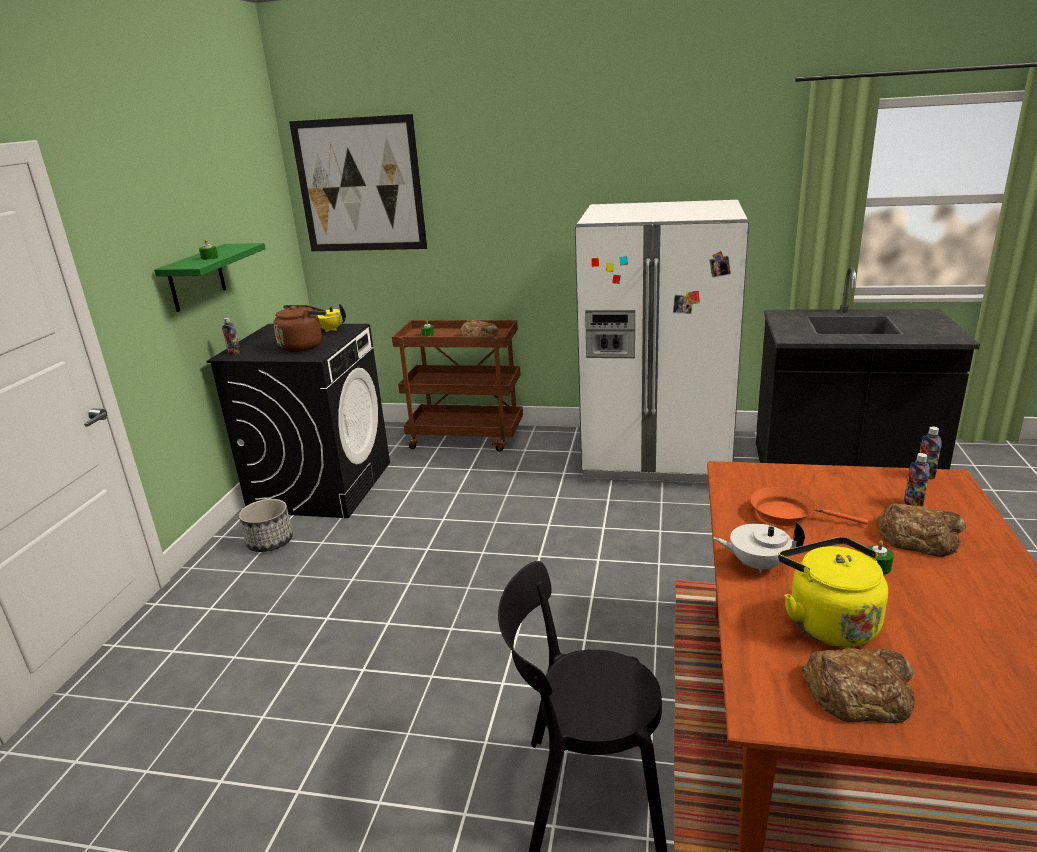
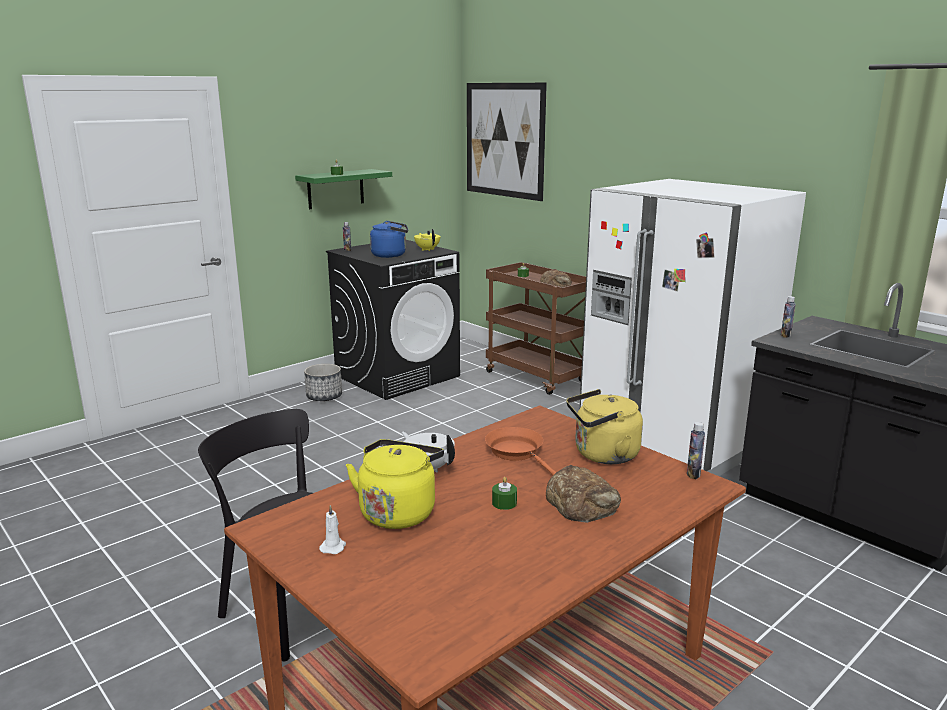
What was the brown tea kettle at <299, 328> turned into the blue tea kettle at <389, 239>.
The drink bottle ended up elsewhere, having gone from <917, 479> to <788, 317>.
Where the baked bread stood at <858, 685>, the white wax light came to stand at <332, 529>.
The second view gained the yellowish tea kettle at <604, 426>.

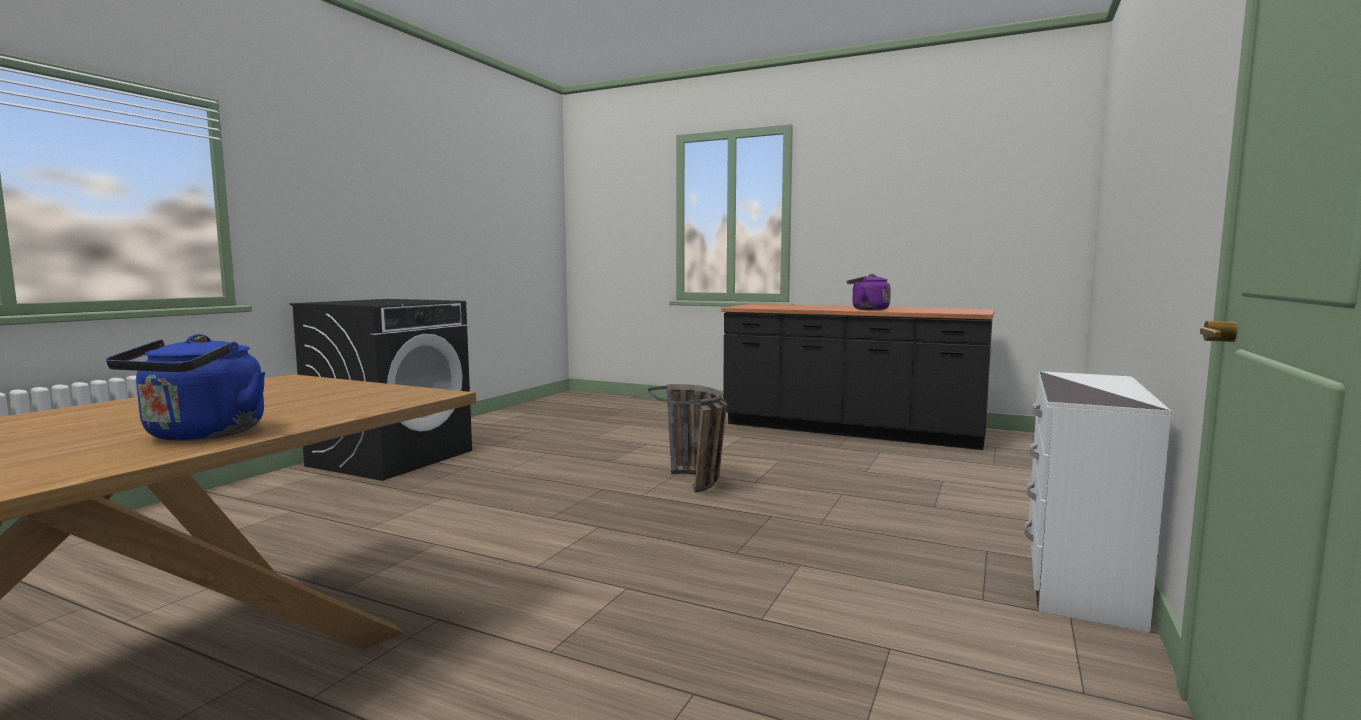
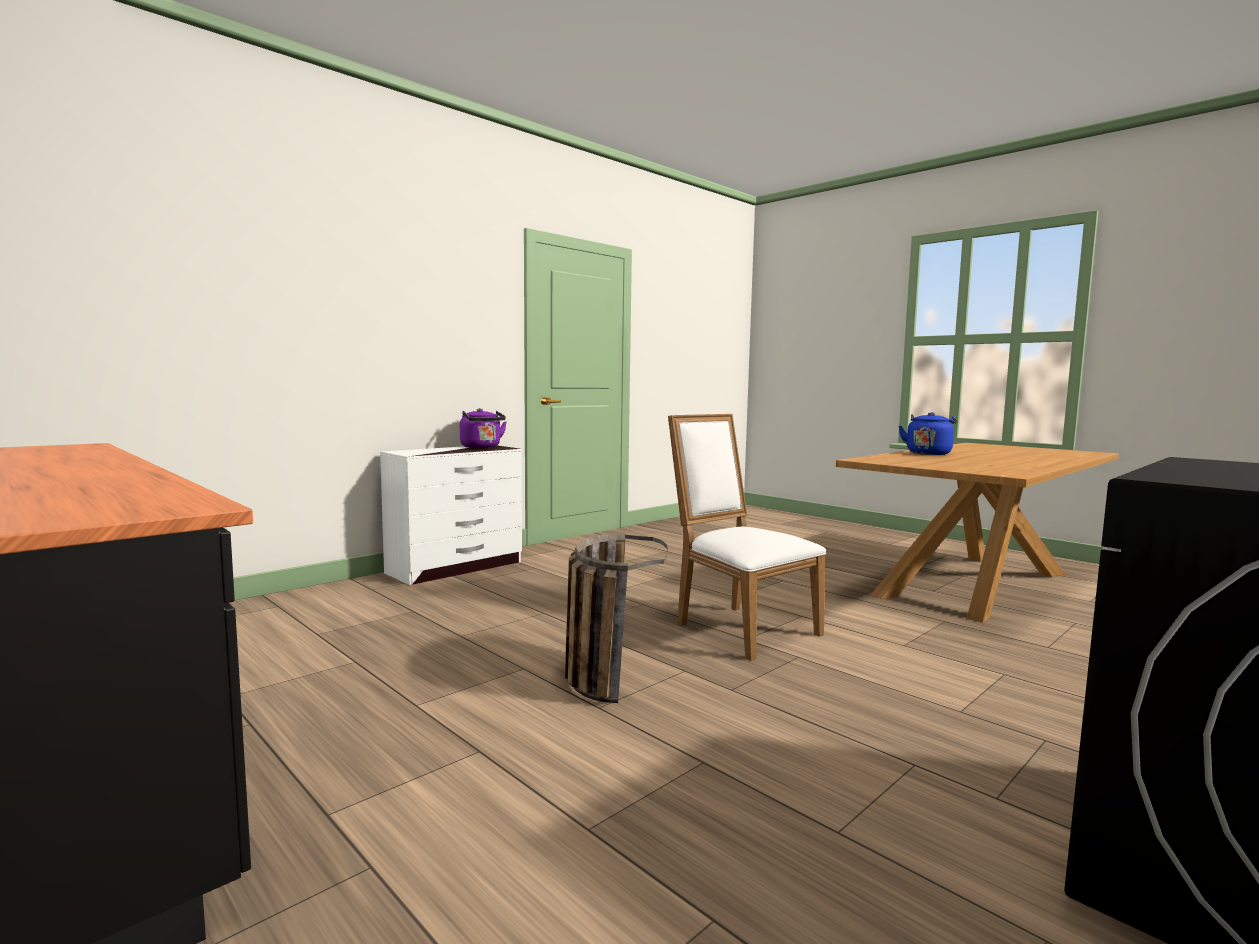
The purplish tea kettle ended up elsewhere, having gone from <869, 292> to <483, 428>.
The second view gained the white upright chair at <747, 537>.

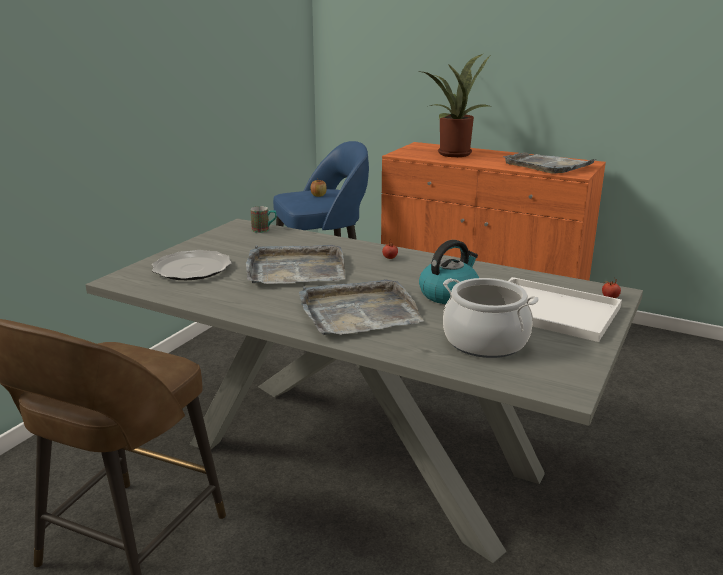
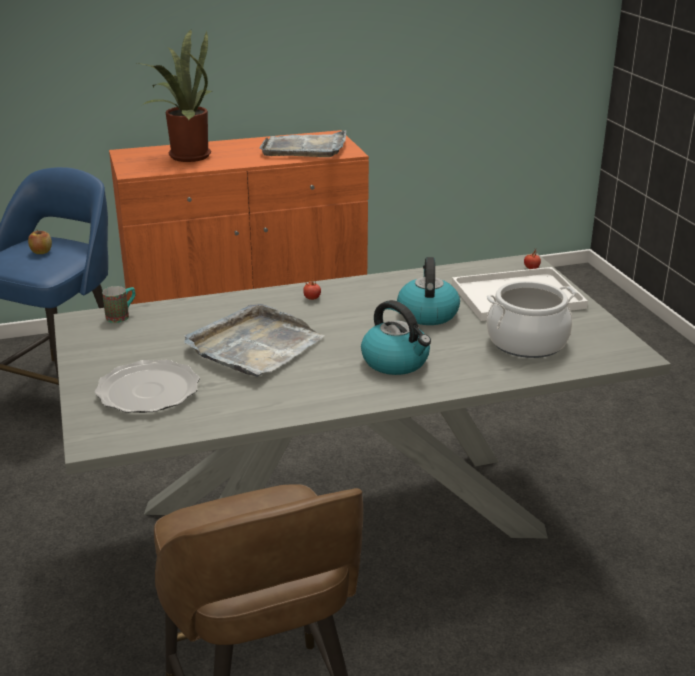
Where the gray carrying tray stood at <361, 307>, the tea kettle came to stand at <396, 337>.

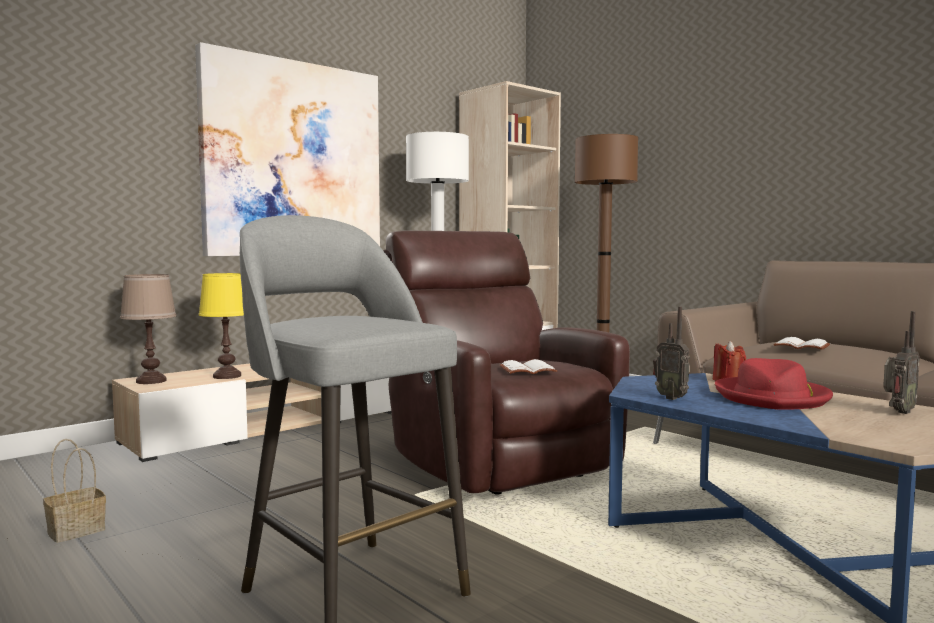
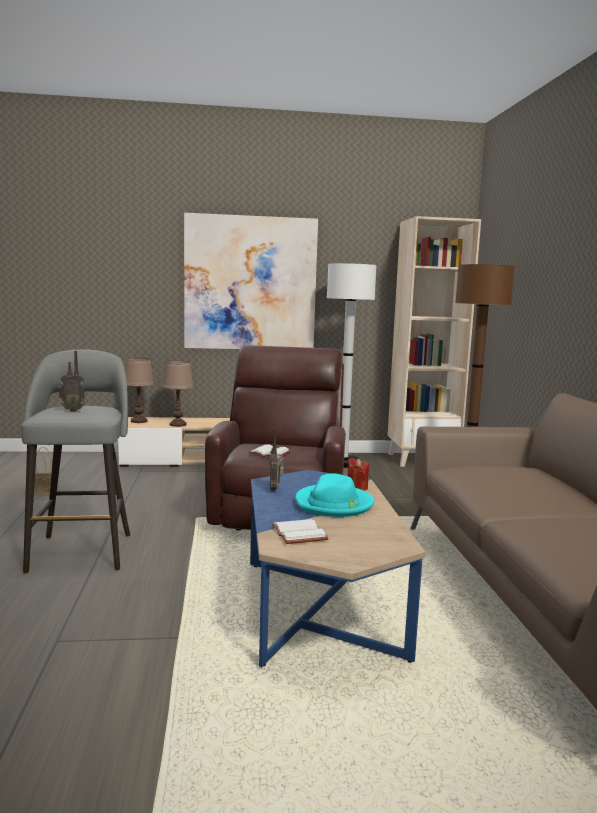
What was the yellowish table lamp at <221, 326> turned into the brown table lamp at <178, 393>.
The radio receiver ended up elsewhere, having gone from <901, 362> to <71, 381>.
The white book ended up elsewhere, having gone from <801, 343> to <300, 531>.
What was the red wearable hat at <774, 384> turned into the blue-green wearable hat at <334, 495>.

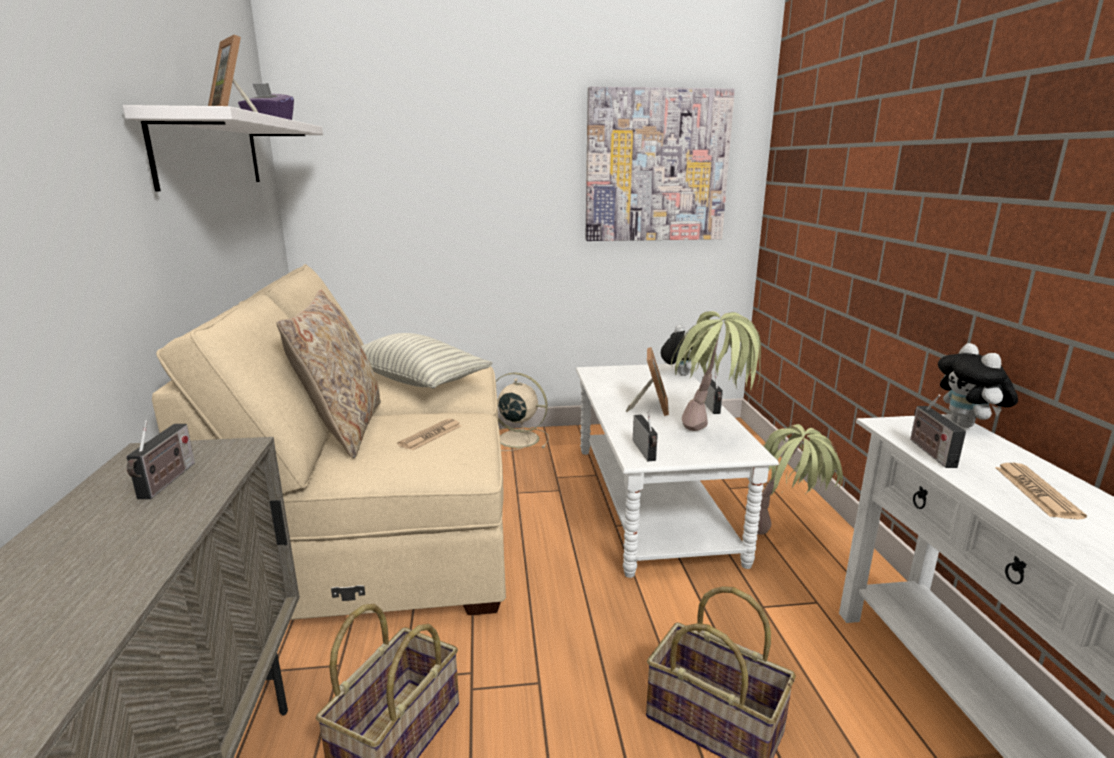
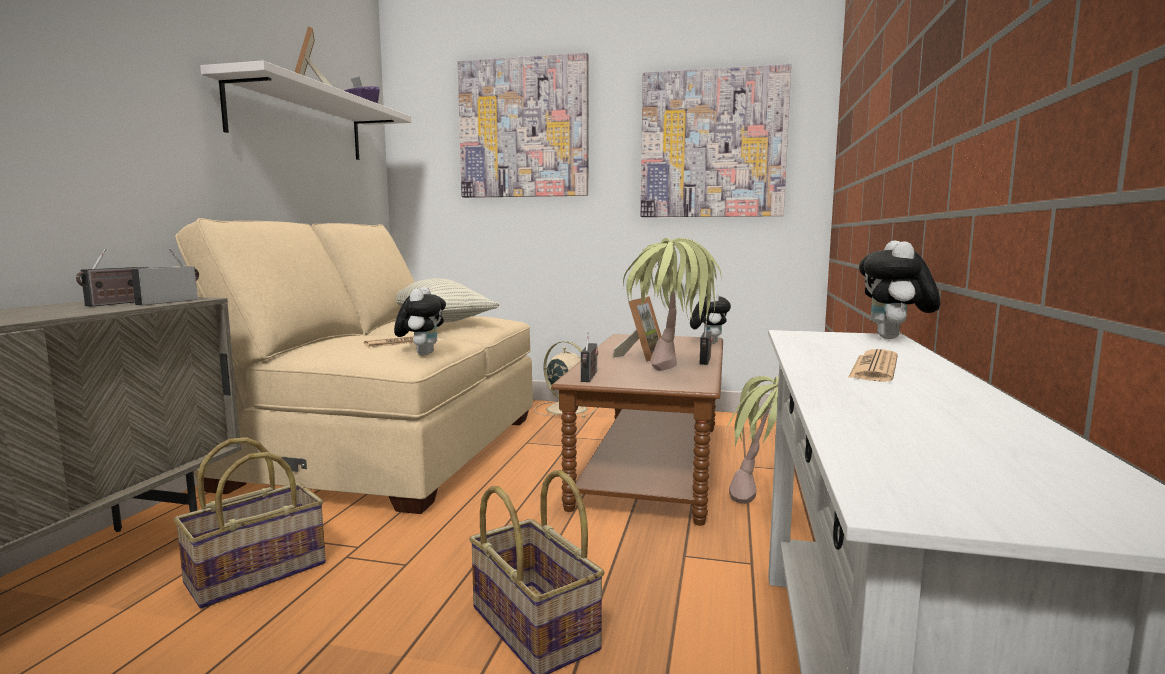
The second view lost the beige cushion at <328, 374>.
What was the white coffee table at <677, 471> turned into the brown coffee table at <637, 430>.
The radio receiver ended up elsewhere, having gone from <938, 431> to <165, 276>.
The second view gained the wall art at <523, 125>.
The second view gained the cuddly toy at <420, 321>.

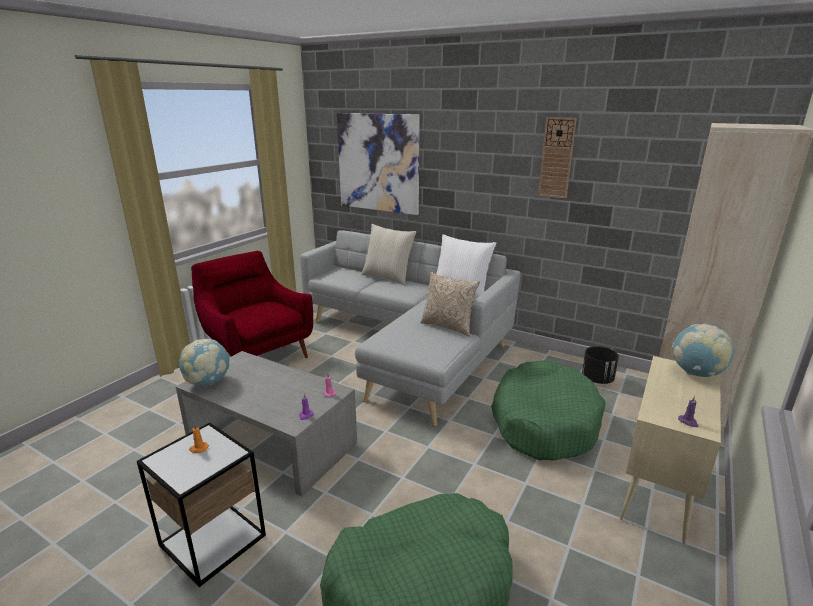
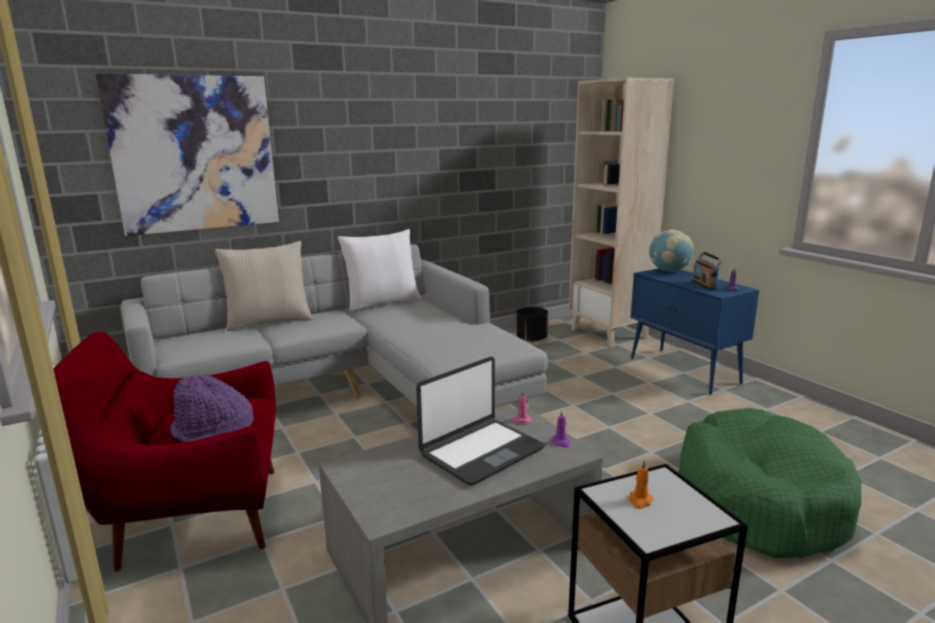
The second view lost the hanging clock at <557, 157>.
The second view lost the cushion at <450, 304>.
The second view lost the globe at <204, 362>.
What was the beige storage cabinet at <670, 449> turned into the blue storage cabinet at <695, 331>.
The second view lost the green-coloured pet bed at <548, 410>.
The second view gained the radio receiver at <707, 270>.
The second view gained the notebook computer at <480, 421>.
The second view gained the purplish wearable hat at <212, 408>.

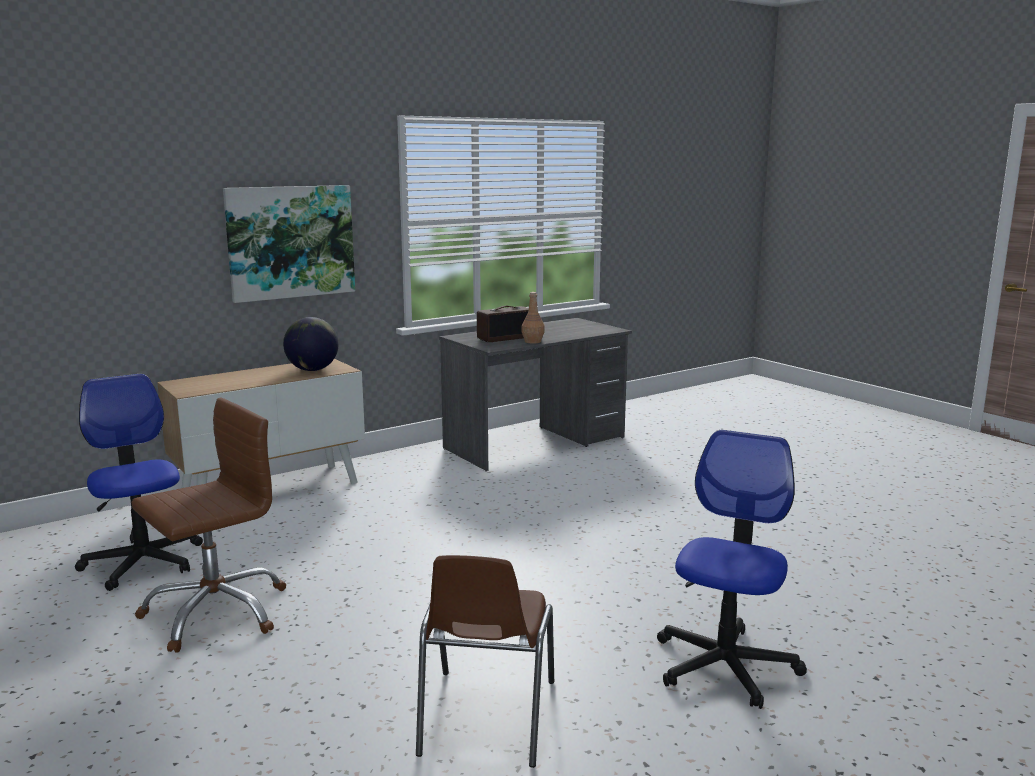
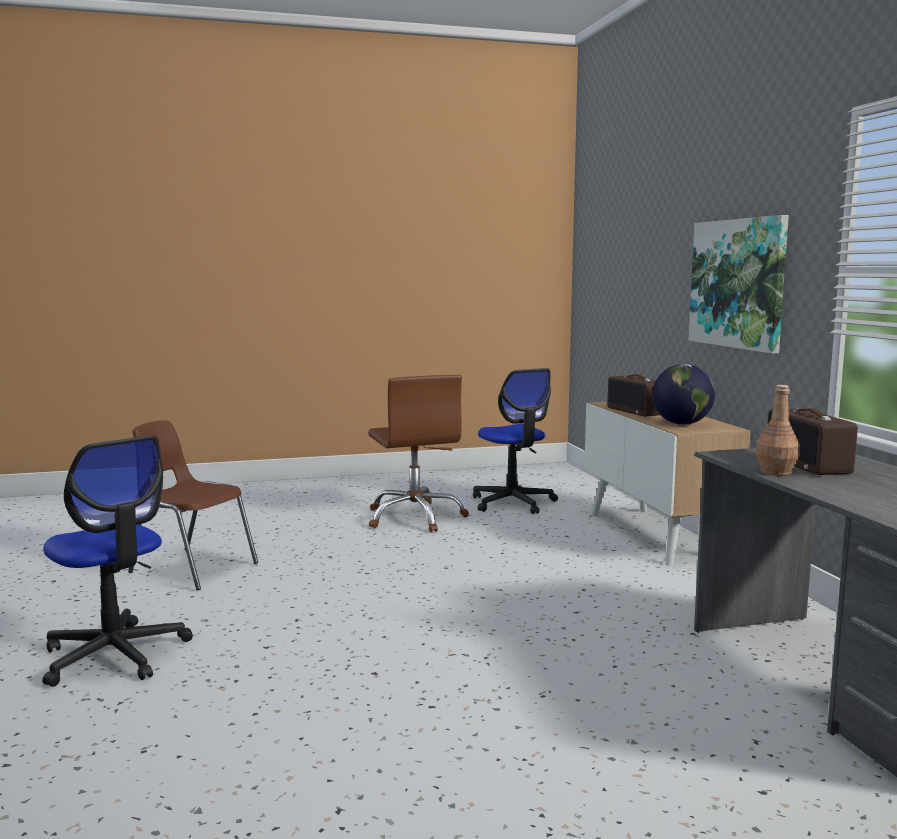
The desk chair at <139, 482> ended up facing another way, 75 degrees clockwise from before.
The second view gained the radio receiver at <634, 395>.

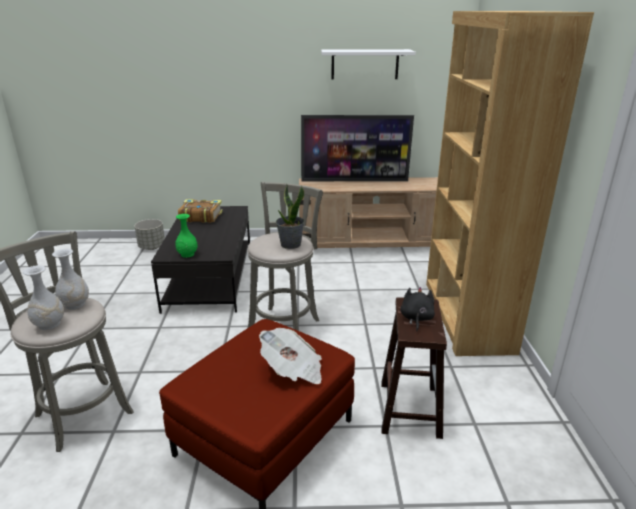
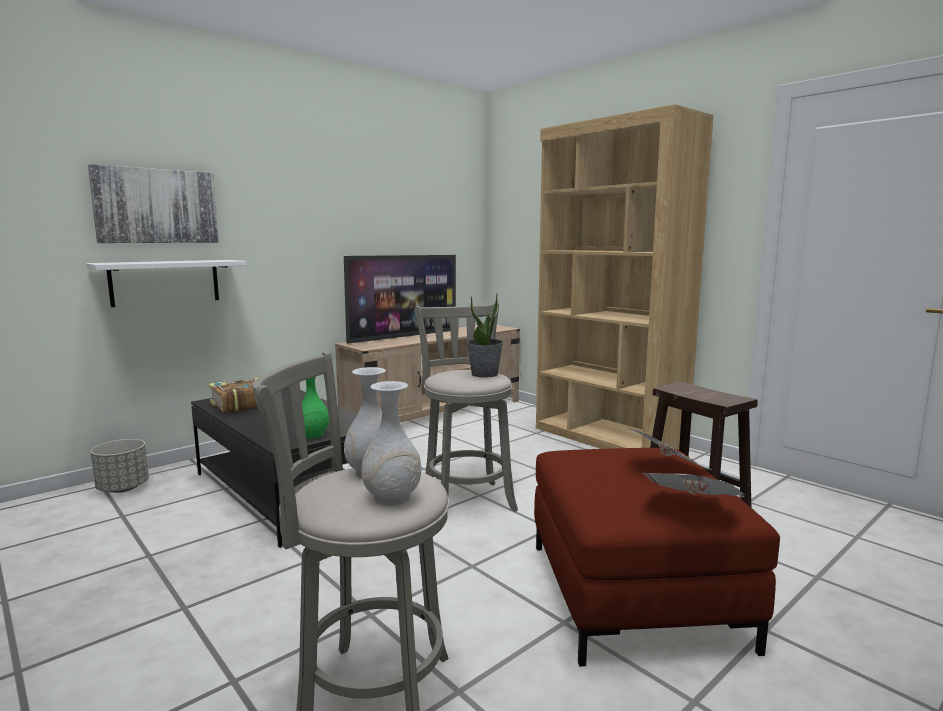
The white shelf ended up elsewhere, having gone from <368, 64> to <166, 283>.
The second view lost the blackish cuddly toy at <417, 309>.
The second view gained the wall art at <153, 203>.
The second view gained the daily paper at <694, 484>.

